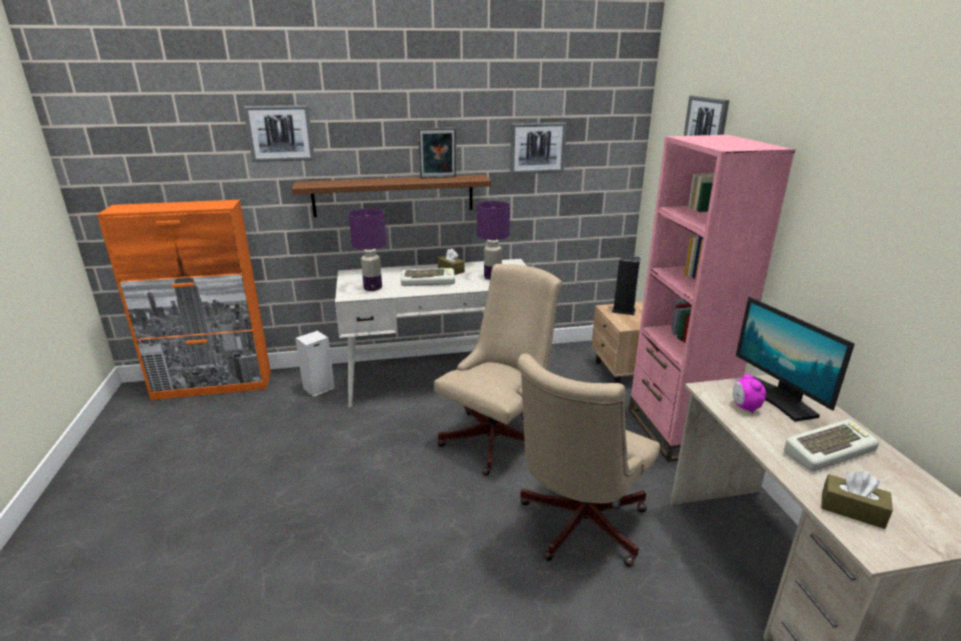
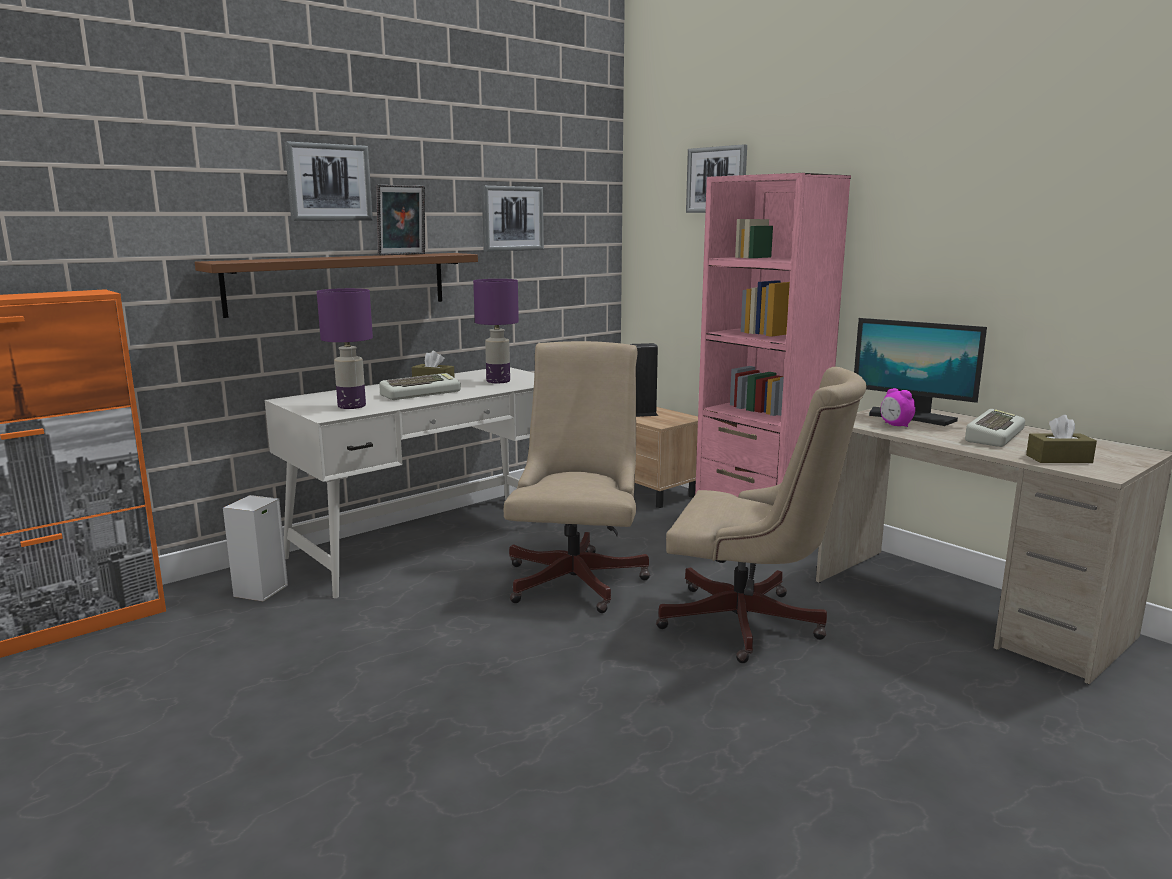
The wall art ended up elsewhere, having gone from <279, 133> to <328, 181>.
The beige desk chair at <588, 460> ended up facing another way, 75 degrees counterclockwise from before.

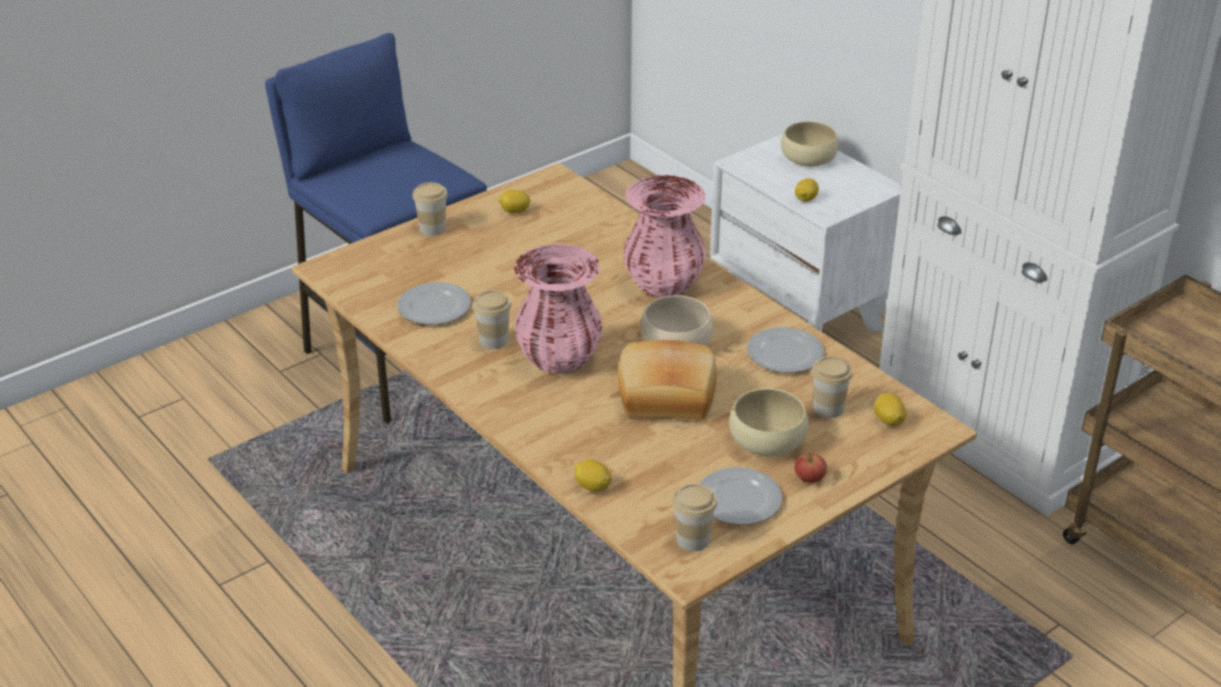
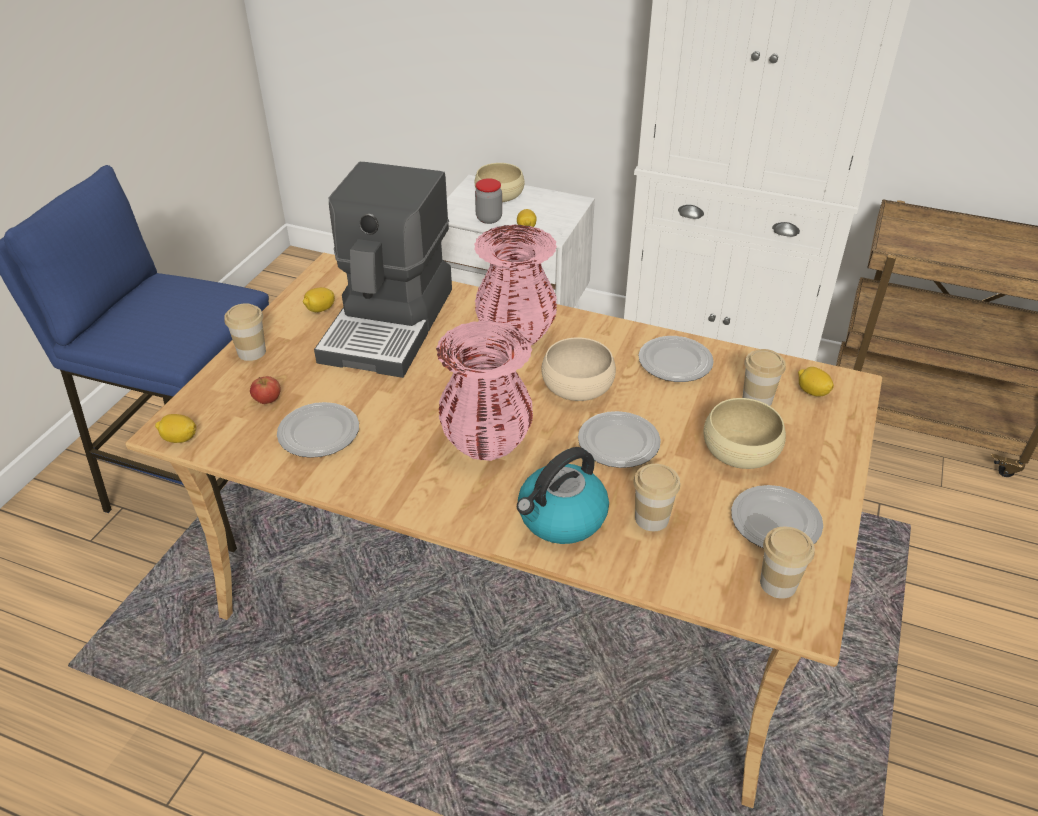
The small cup ended up elsewhere, having gone from <492, 319> to <656, 497>.
Where the baked bread stood at <667, 379>, the plate came to stand at <619, 439>.
The whole apple ended up elsewhere, having gone from <811, 468> to <265, 390>.
The whole lemon ended up elsewhere, having gone from <593, 475> to <175, 428>.
The second view gained the coffee machine at <383, 269>.
The second view gained the preserve jar at <488, 201>.
The second view gained the tea kettle at <563, 495>.

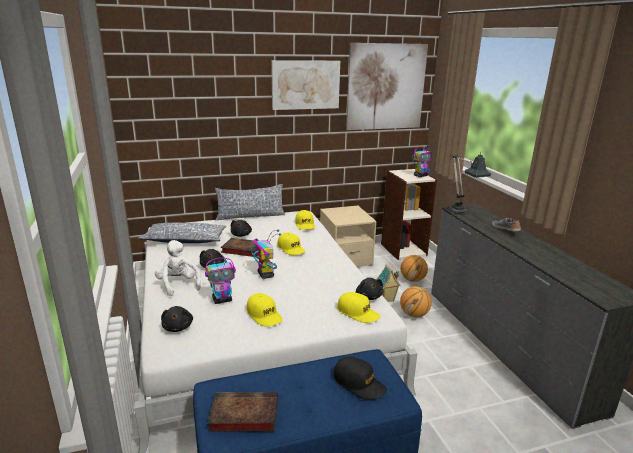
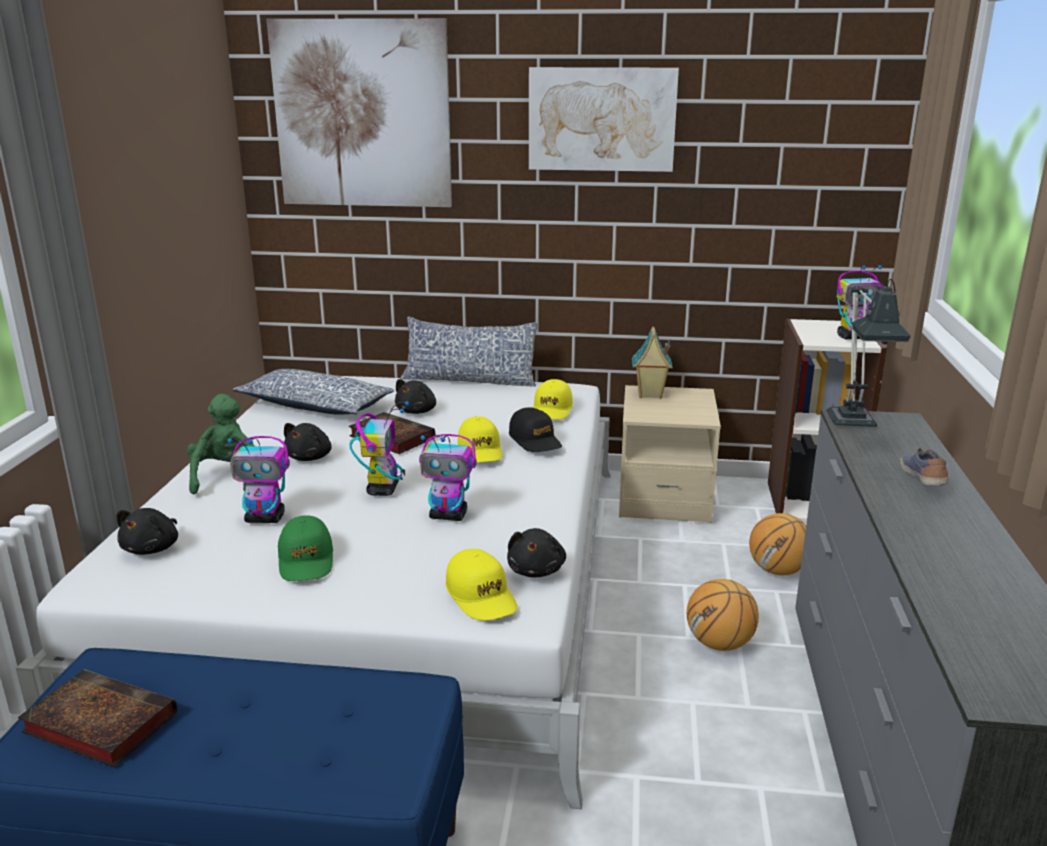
The wall art ended up elsewhere, having gone from <387, 86> to <359, 112>.
What was the white cuddly toy at <178, 268> turned into the green-coloured cuddly toy at <221, 444>.
The model house ended up elsewhere, having gone from <388, 283> to <652, 363>.
What was the yellowish baseball cap at <264, 309> turned into the green-coloured baseball cap at <305, 548>.
The blackish baseball cap ended up elsewhere, having gone from <360, 378> to <535, 429>.
The second view gained the robot figure at <448, 477>.

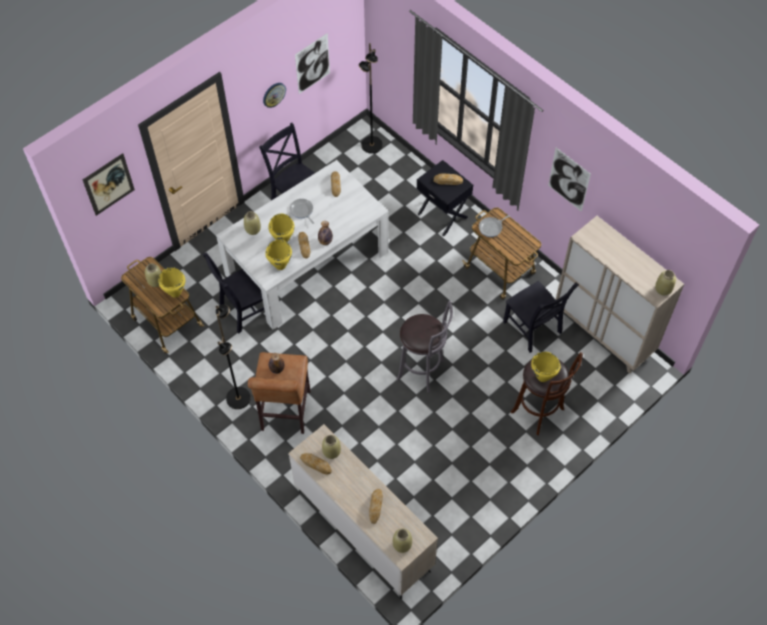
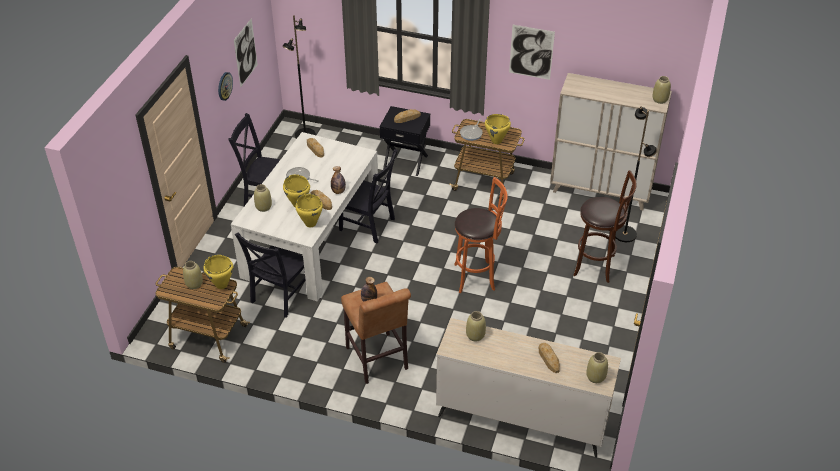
The second view lost the wall art at <109, 184>.
The blackish upright chair ended up elsewhere, having gone from <541, 317> to <368, 196>.
What was the gray stool at <425, 347> turned into the orange stool at <481, 235>.
The blackish floor lamp ended up elsewhere, having gone from <233, 356> to <636, 174>.
The yellowish cooking pot ended up elsewhere, having gone from <545, 367> to <498, 129>.
The second view lost the baked bread at <316, 464>.

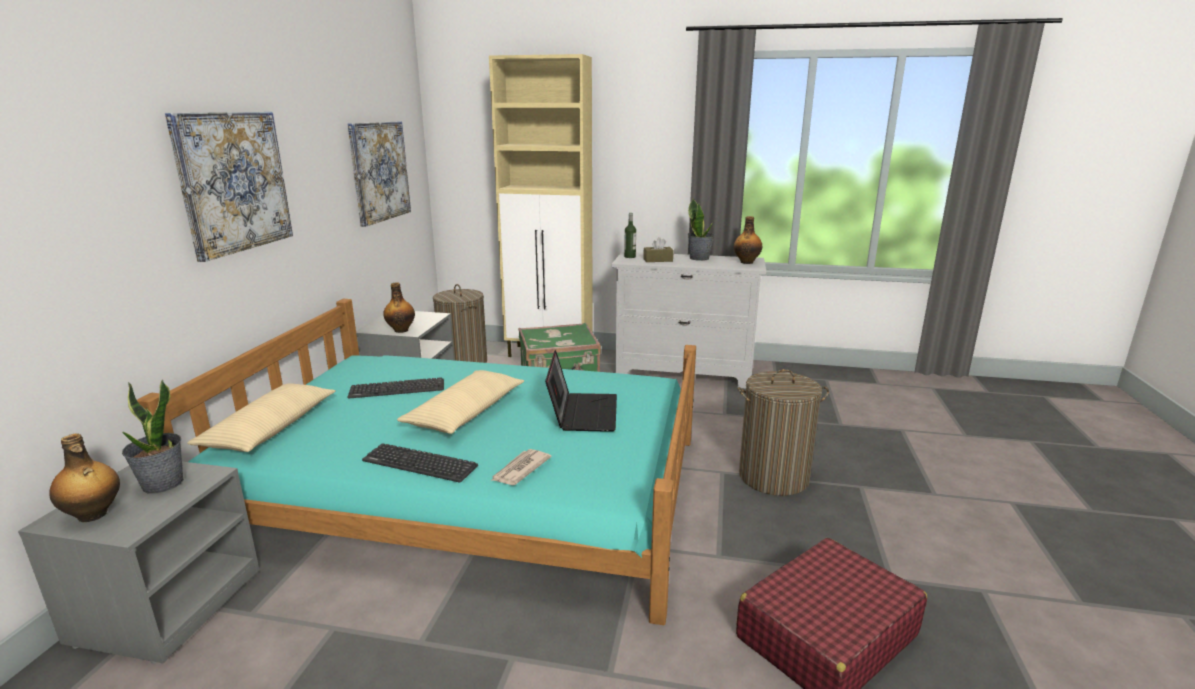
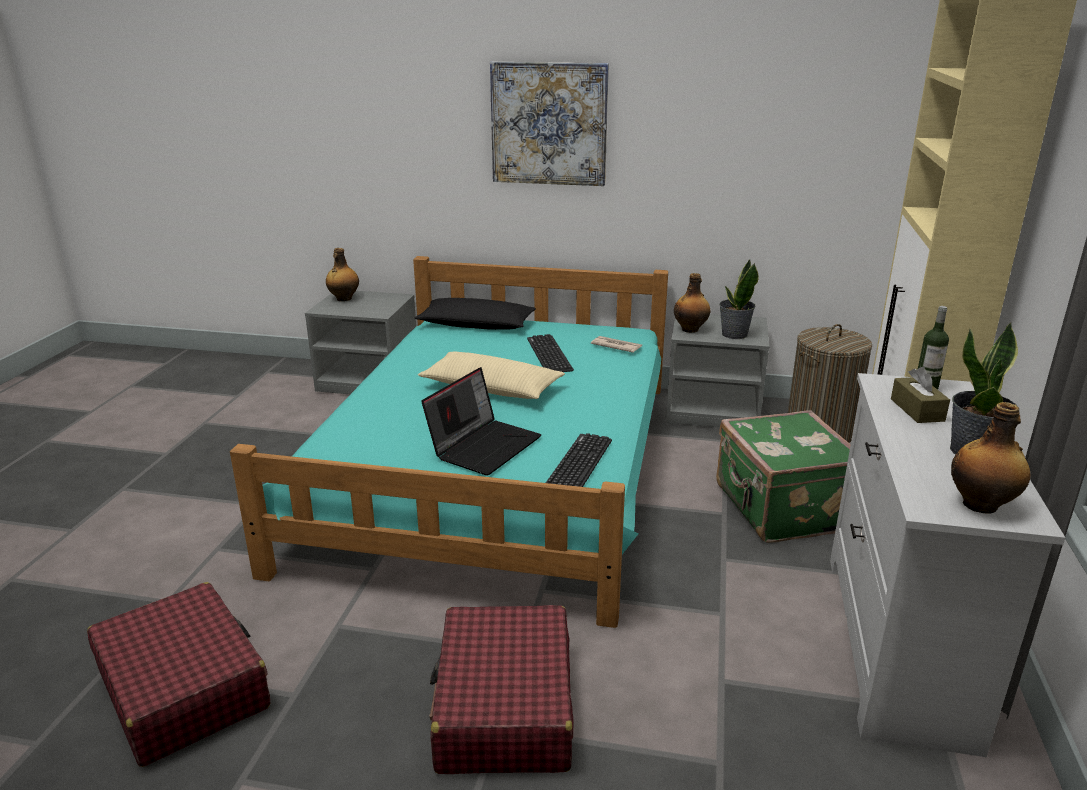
The second view lost the wall art at <379, 174>.
The notebook computer at <581, 391> ended up facing another way, 60 degrees counterclockwise from before.
Where the washing basket stood at <783, 432>, the red piece of luggage came to stand at <501, 689>.
The houseplant ended up elsewhere, having gone from <153, 437> to <739, 299>.
What was the beige cushion at <261, 417> turned into the blackish cushion at <475, 314>.
The computer keyboard ended up elsewhere, having gone from <420, 463> to <579, 460>.
The daily paper ended up elsewhere, having gone from <521, 467> to <616, 344>.

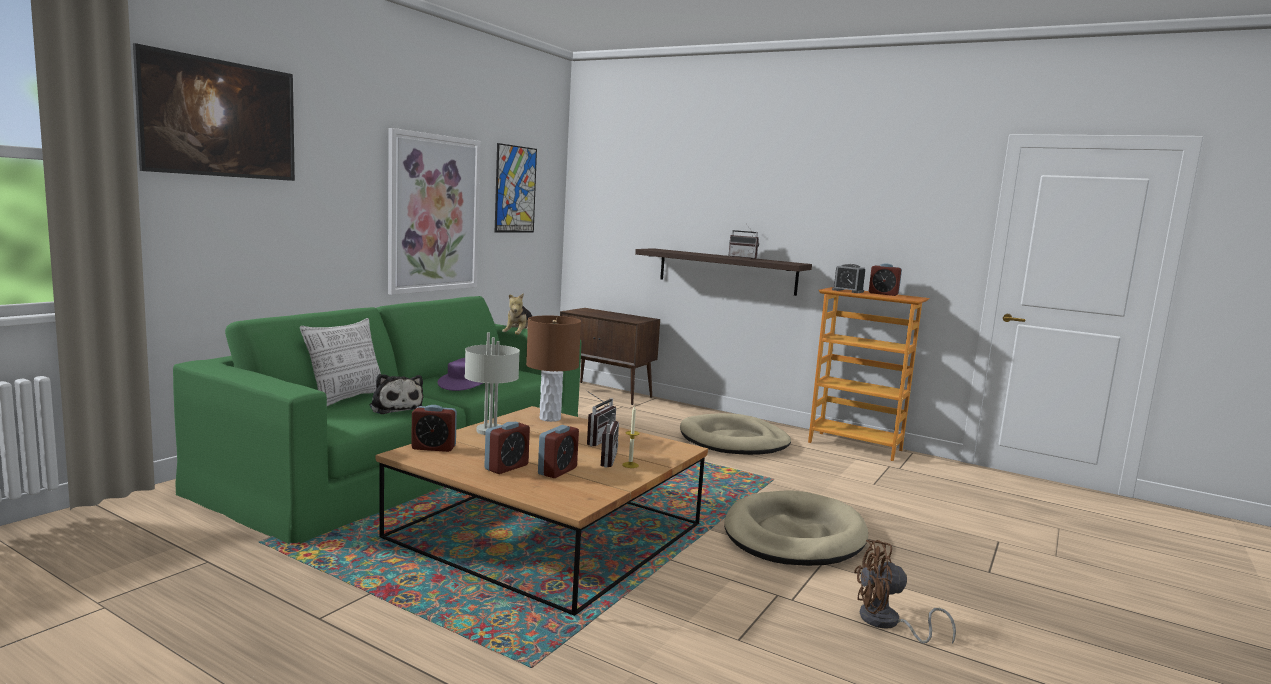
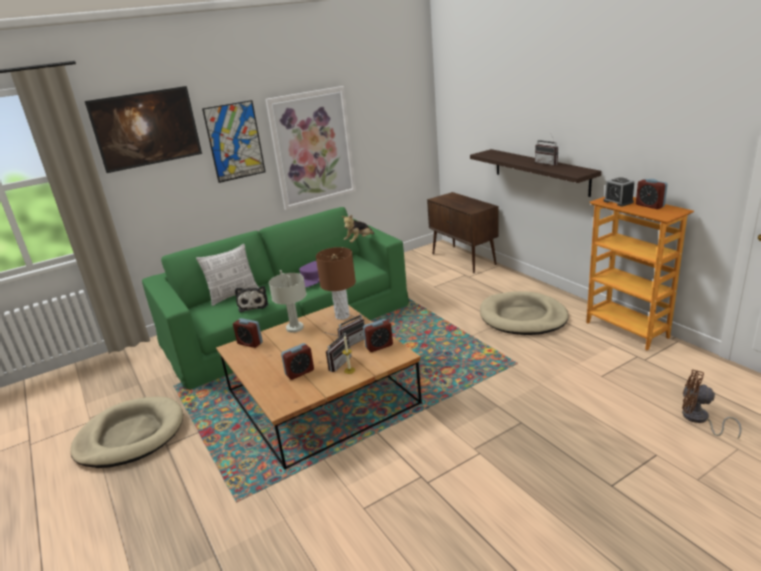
The wall art ended up elsewhere, having gone from <516, 187> to <234, 141>.
The alarm clock ended up elsewhere, having gone from <507, 447> to <378, 335>.
The beige pet bed ended up elsewhere, having gone from <796, 528> to <126, 432>.
The brown fan ended up elsewhere, having gone from <905, 592> to <712, 404>.

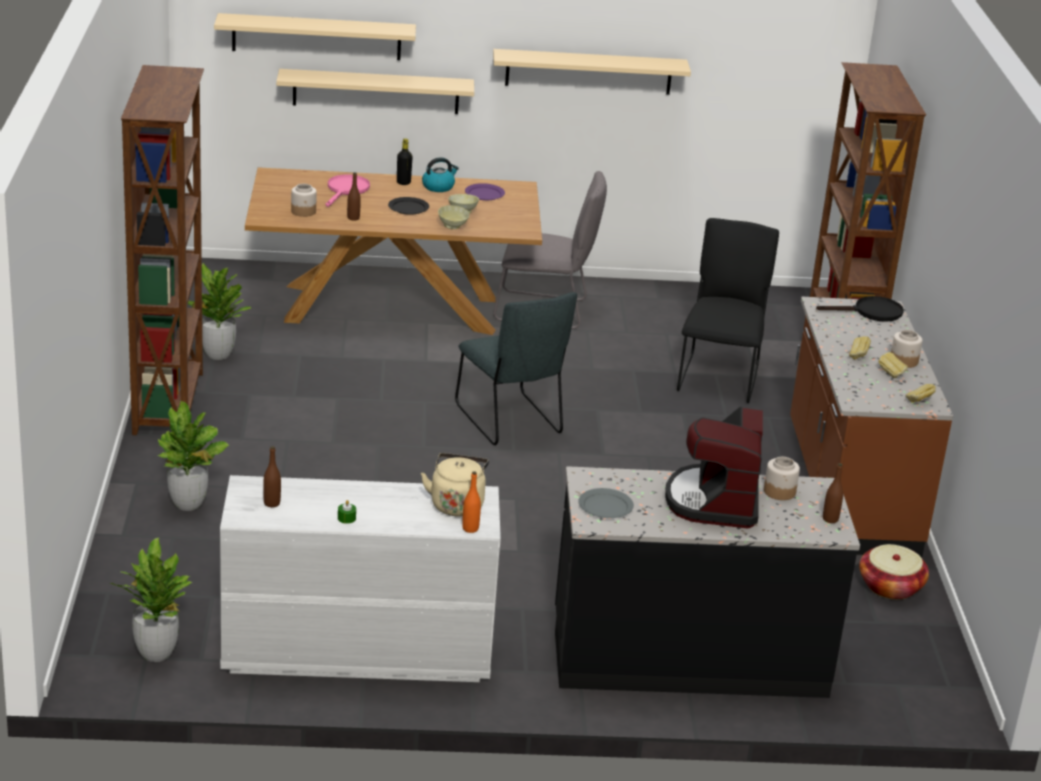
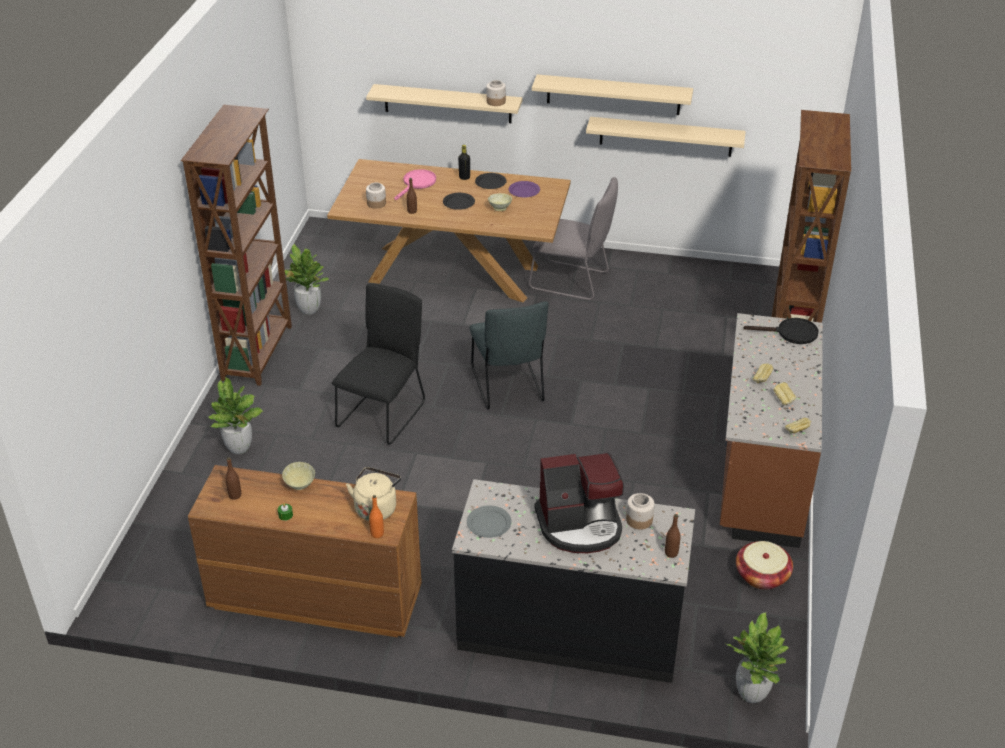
The beige shelf ended up elsewhere, having gone from <315, 36> to <666, 137>.
Where the tea kettle stood at <440, 174>, the blackish plate came to stand at <490, 181>.
The beige deep dish ended up elsewhere, having gone from <453, 217> to <298, 476>.
The blackish upright chair ended up elsewhere, having gone from <728, 310> to <378, 364>.
The preserve jar ended up elsewhere, having gone from <907, 349> to <496, 93>.
The coffee machine at <714, 467> ended up facing another way, 120 degrees counterclockwise from before.
What was the white chest of drawers at <360, 578> turned into the brown chest of drawers at <305, 551>.
The houseplant ended up elsewhere, having gone from <151, 600> to <756, 657>.

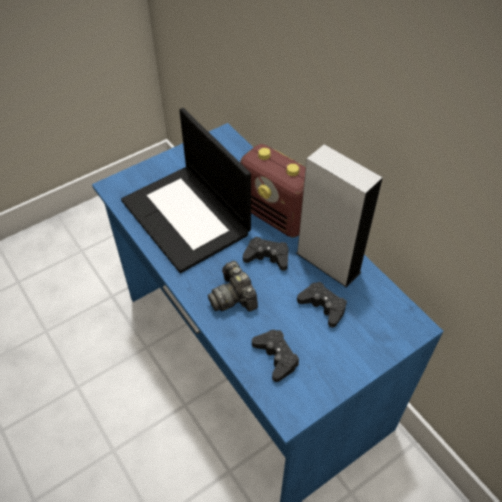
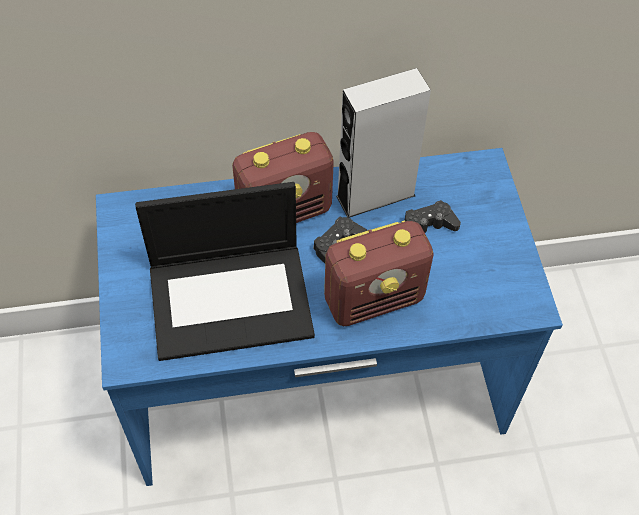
Where the still camera stood at <233, 286>, the radio receiver came to stand at <379, 273>.
The second view lost the blackish joypad at <275, 356>.

